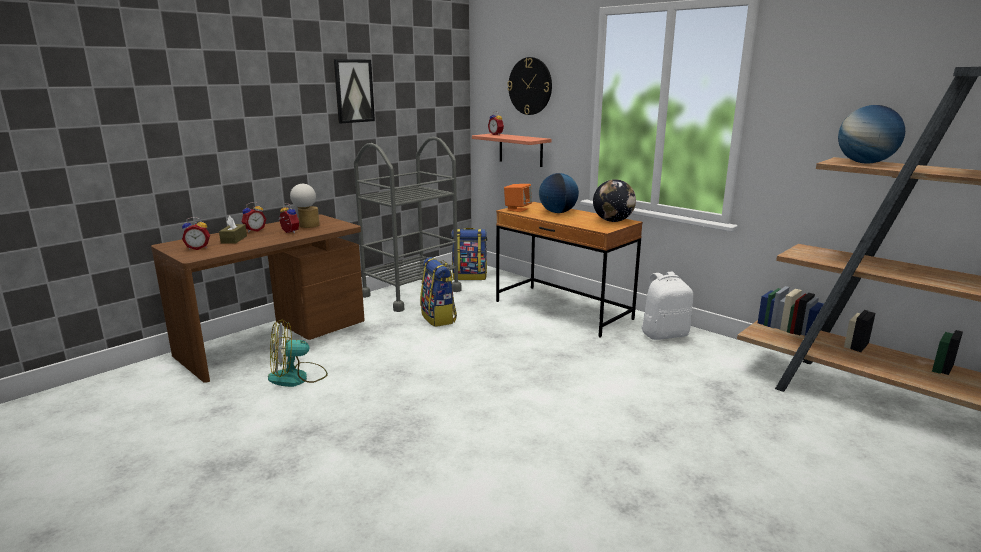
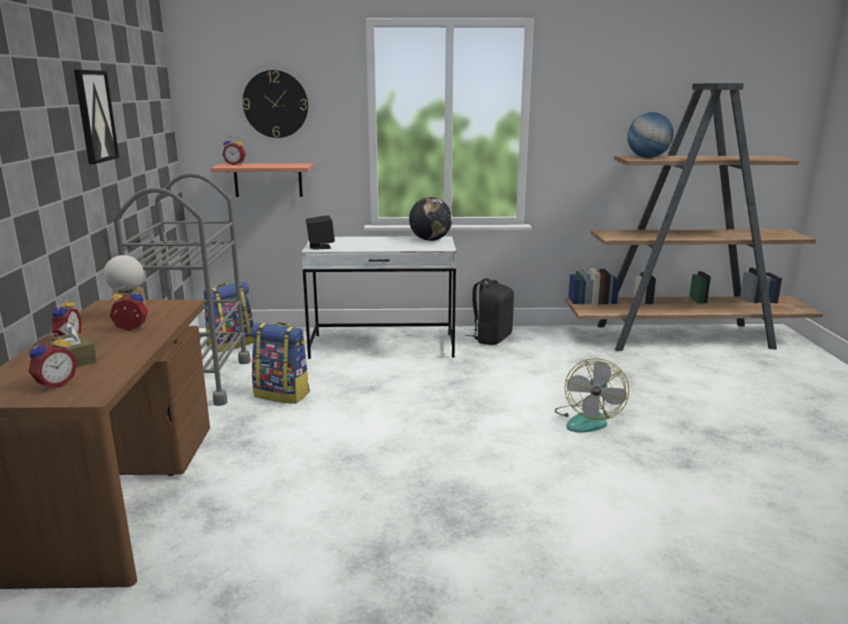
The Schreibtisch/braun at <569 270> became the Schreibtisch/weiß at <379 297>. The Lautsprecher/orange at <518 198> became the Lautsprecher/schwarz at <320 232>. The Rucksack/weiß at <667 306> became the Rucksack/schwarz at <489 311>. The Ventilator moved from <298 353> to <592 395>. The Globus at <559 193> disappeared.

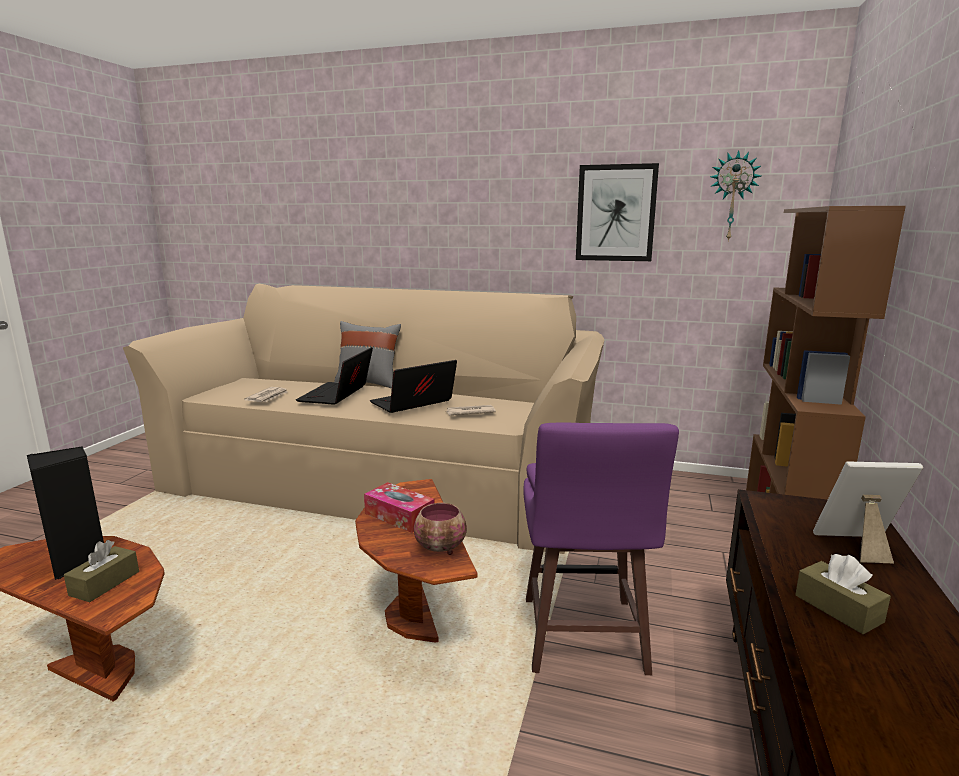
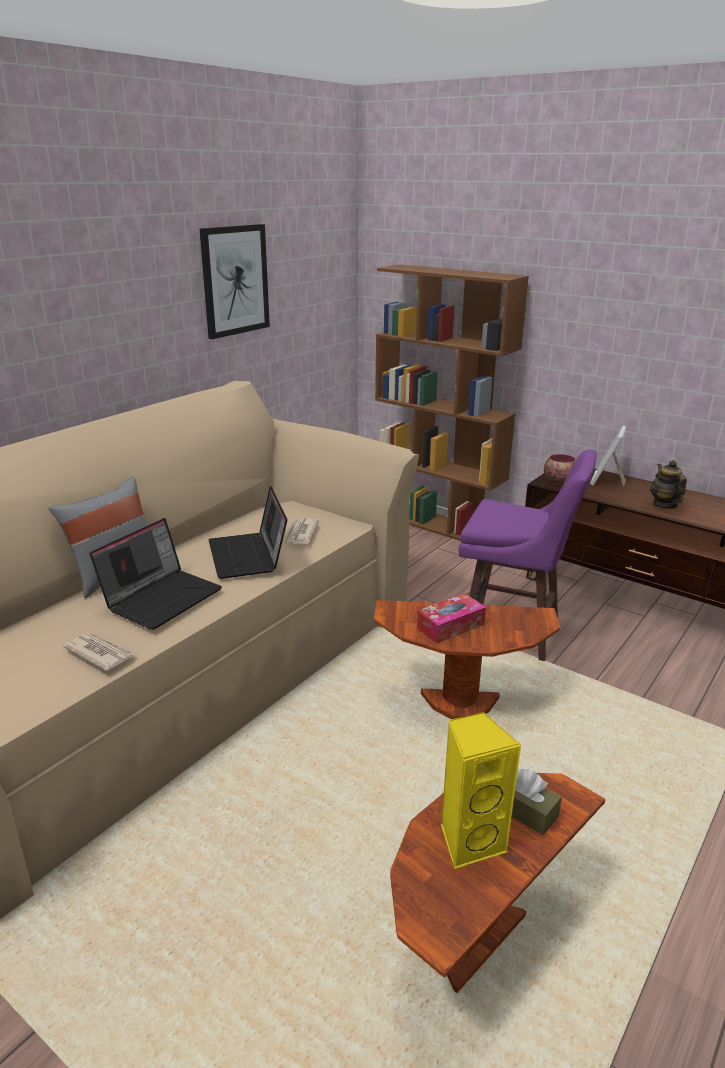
The Laptop at <334 376> turned 90 degrees counterclockwise. The Lautsprecher/schwarz at <65 513> became the Lautsprecher/gelb at <481 790>. The Schüssel moved from <440 529> to <560 470>. The Taschentuchbox/braun at <843 594> was replaced by the Teekanne at <668 484>. The Wanduhr at <735 195> disappeared.

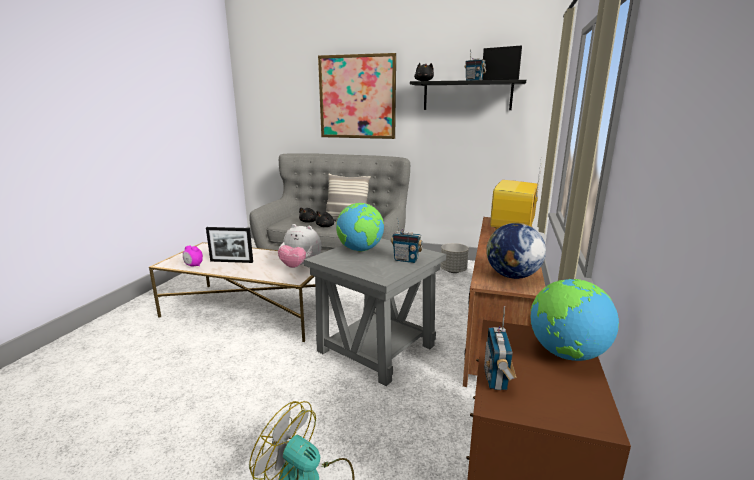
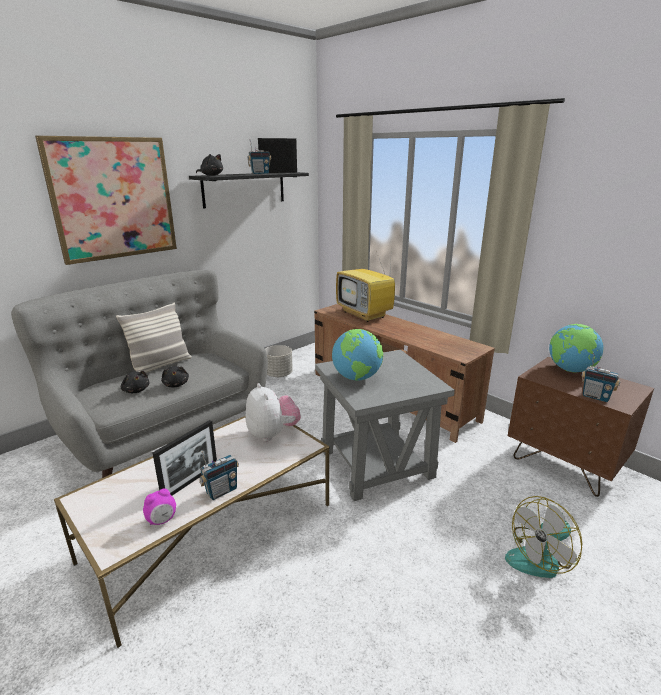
The Radio moved from <407 240> to <219 475>. The Plüschtier at <300 246> turned 75 degrees counterclockwise. The Globus at <516 251> disappeared.

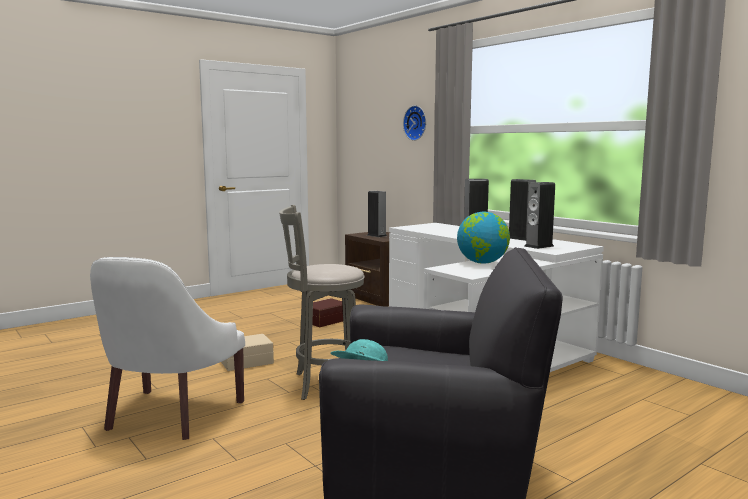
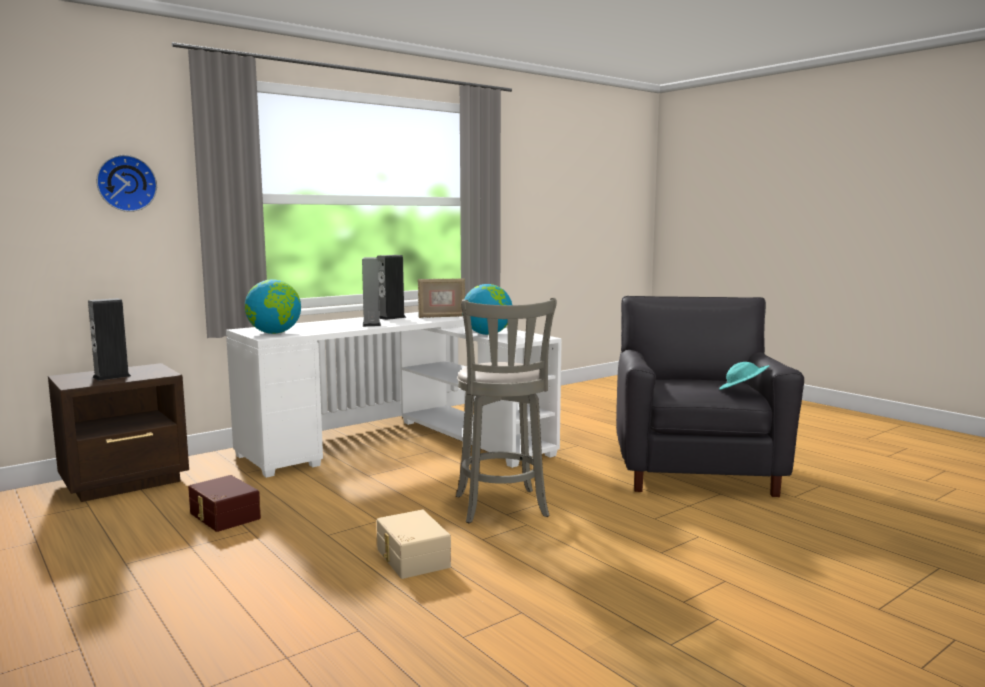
The Globus at <273 306> appeared. The Lautsprecher at <539 215> was replaced by the Bilderrahmen at <441 298>. The Sessel/weiß at <167 348> disappeared.

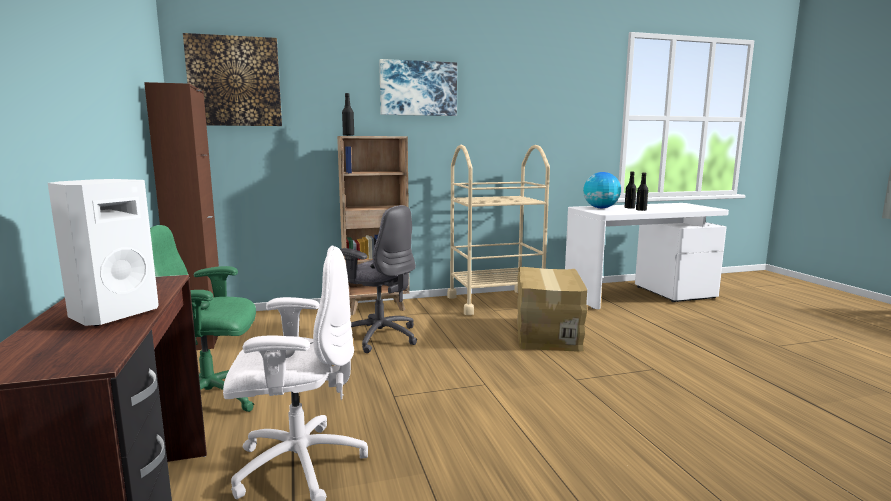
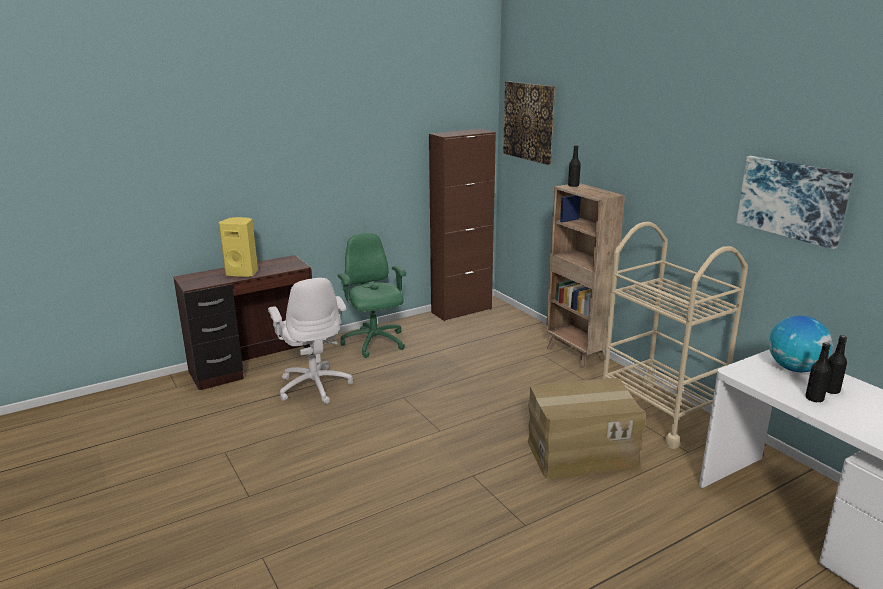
The Lautsprecher/weiß at <103 252> became the Lautsprecher/gelb at <238 247>. The Bild moved from <418 87> to <794 202>. The Bürostuhl/grau at <378 279> disappeared.

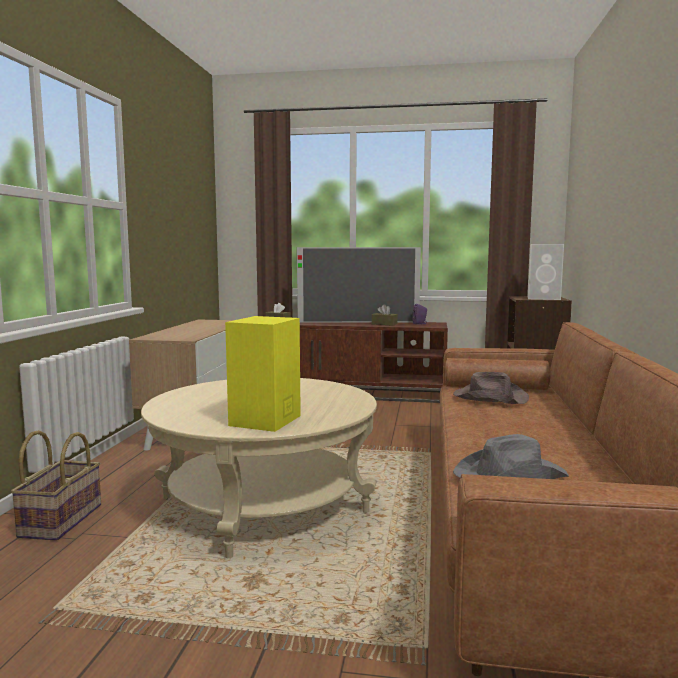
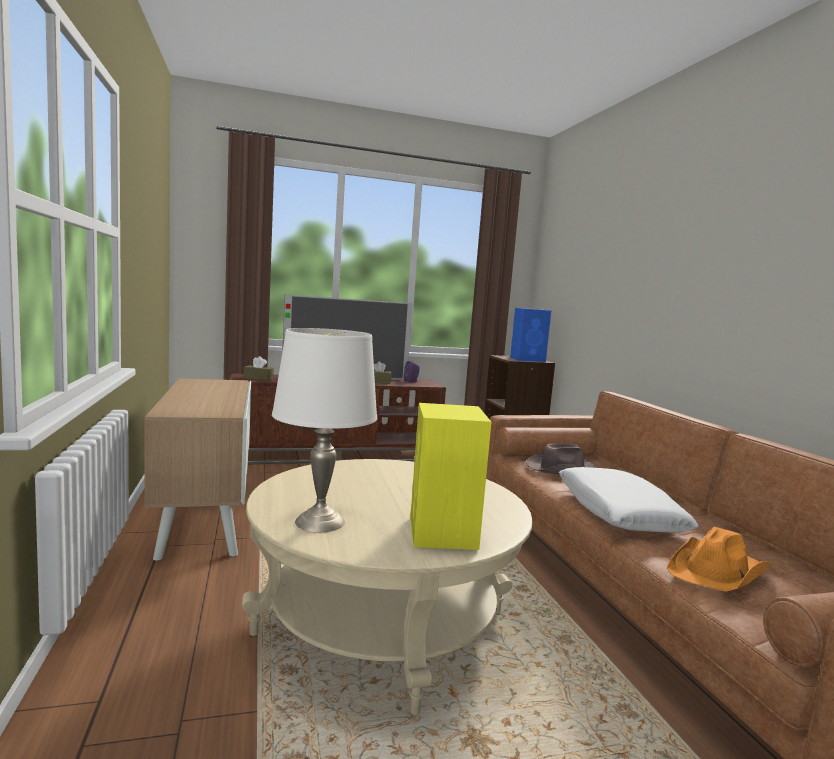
The Tischlampe/weiß at <324 430> appeared. The Lautsprecher/weiß at <546 272> became the Lautsprecher/blau at <530 335>. The Kissen/weiß at <629 500> appeared. The Hut/grau at <511 456> became the Hut/orange at <719 559>. The Korb at <55 485> disappeared.

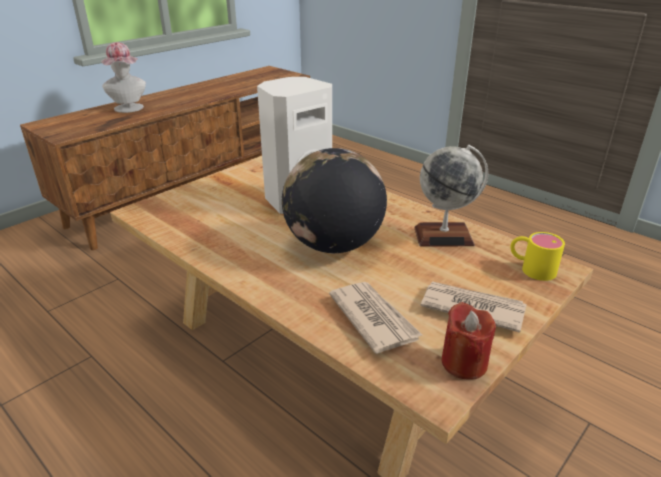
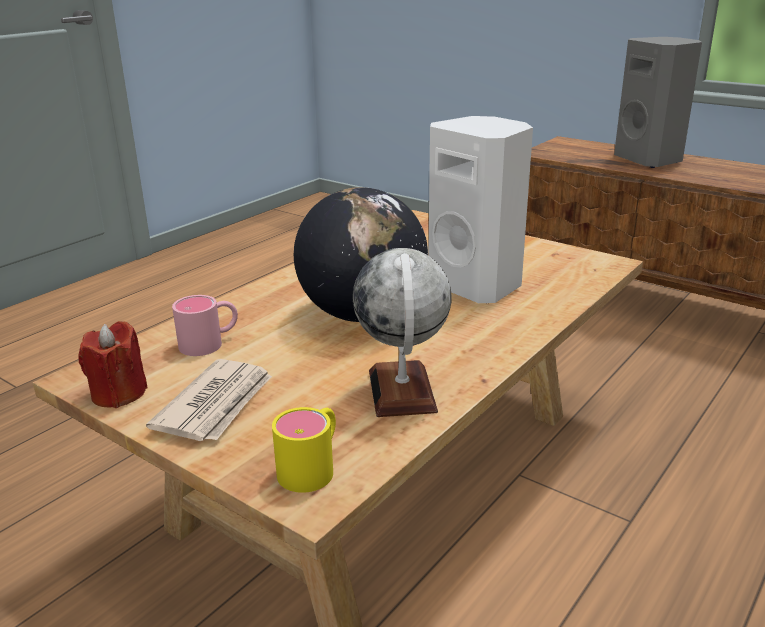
The Zeitung at <375 318> was replaced by the Henkelbecher/rosa at <205 325>. The Hut at <123 77> was replaced by the Lautsprecher/grau at <658 102>.

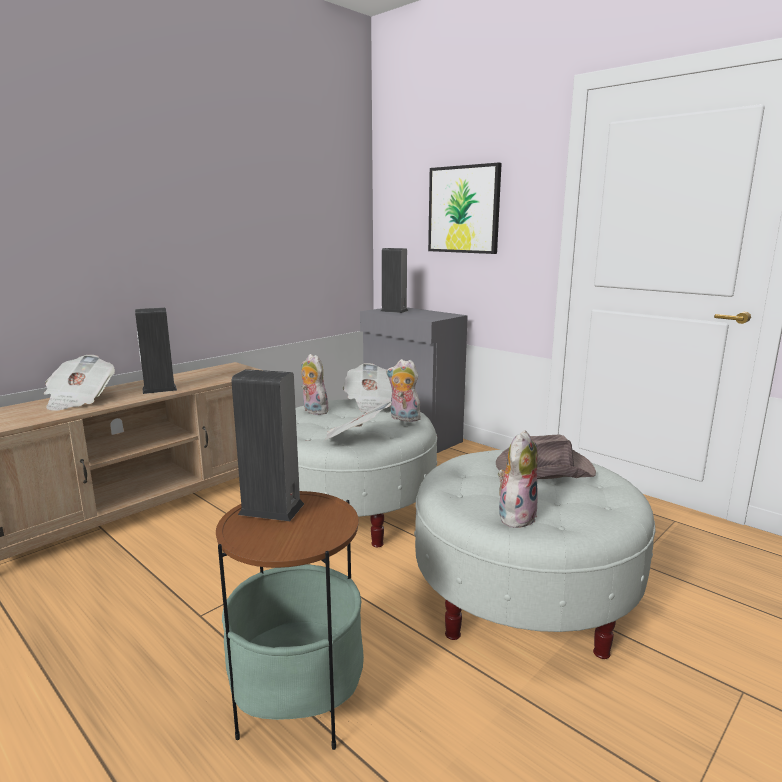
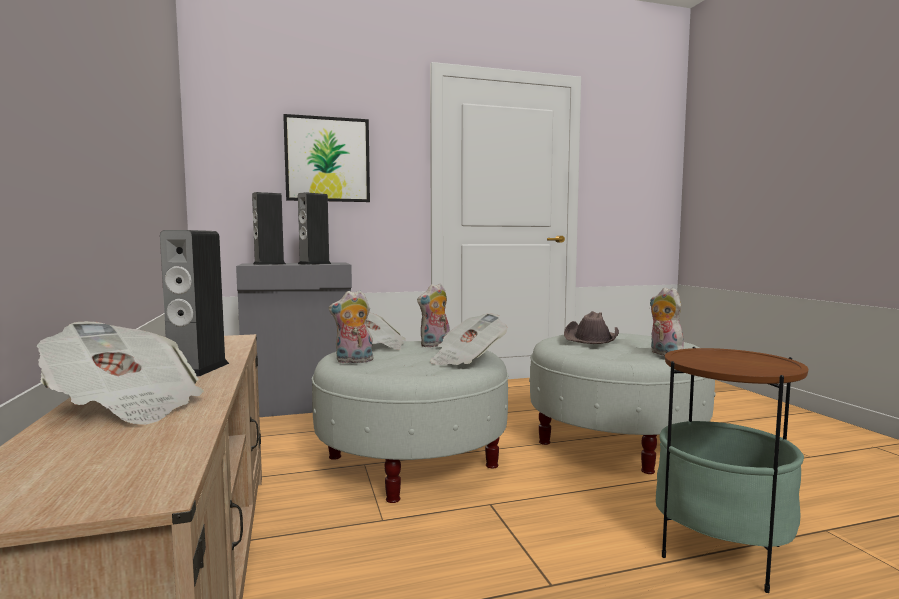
The Lautsprecher moved from <268 445> to <314 228>.

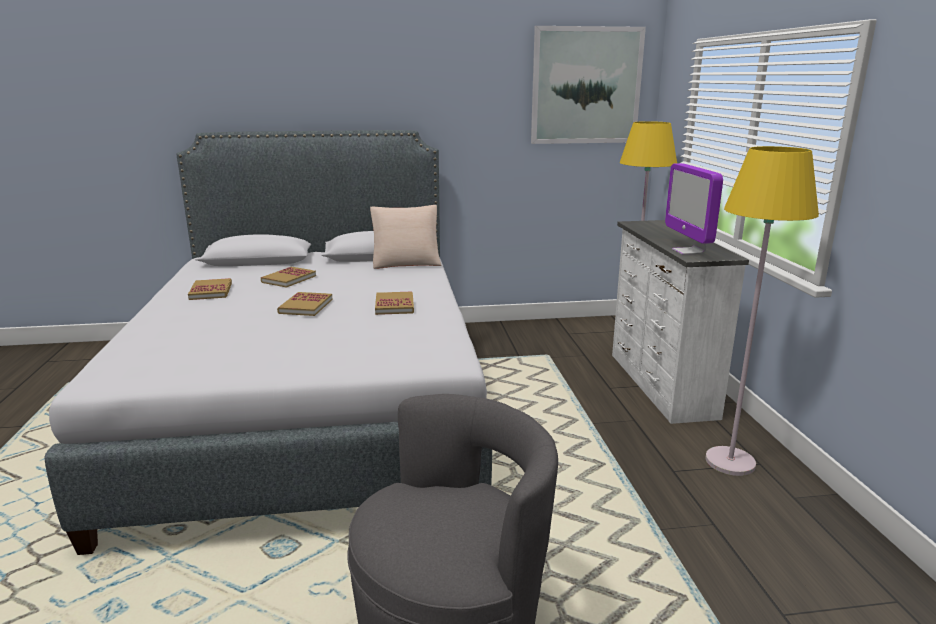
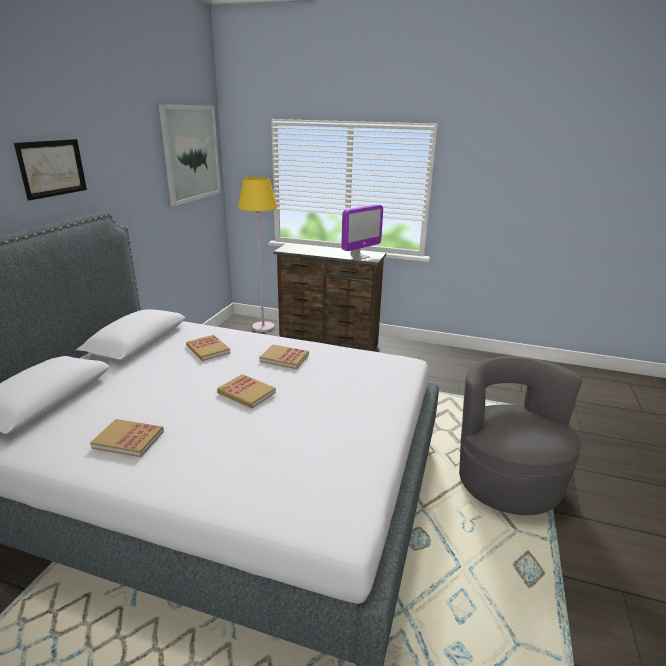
The Bild at <50 170> appeared. The Buch moved from <288 277> to <208 348>. The Kommode/weiß at <680 322> became the Kommode/braun at <329 297>. The Monitor at <694 209> turned 60 degrees counterclockwise. The Kissen/beige at <405 237> disappeared. The Stehlampe/gelb at <762 311> disappeared.

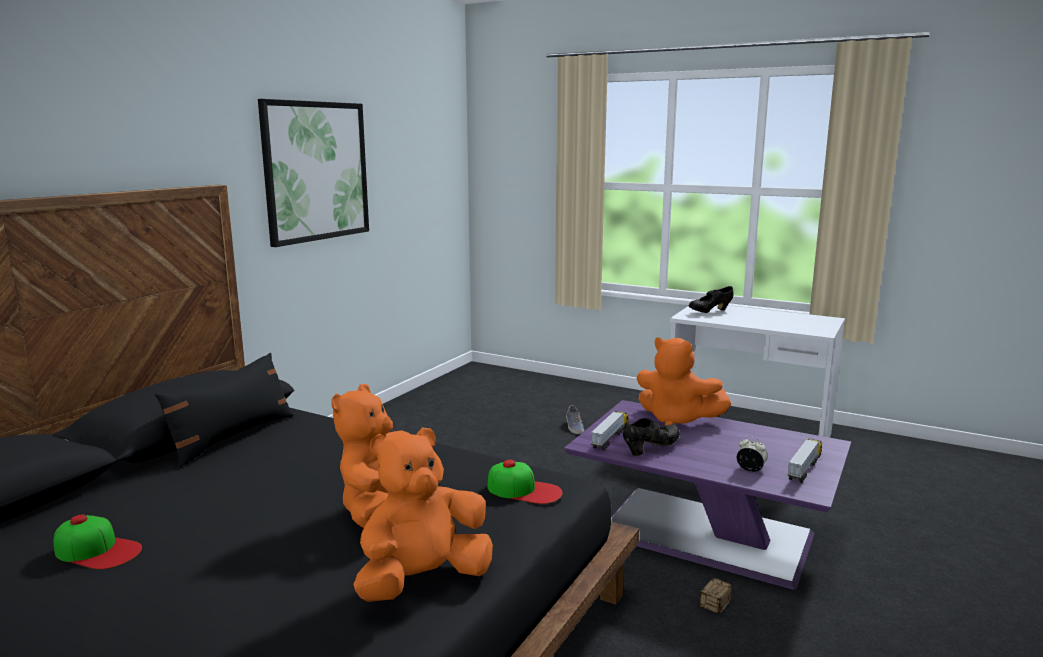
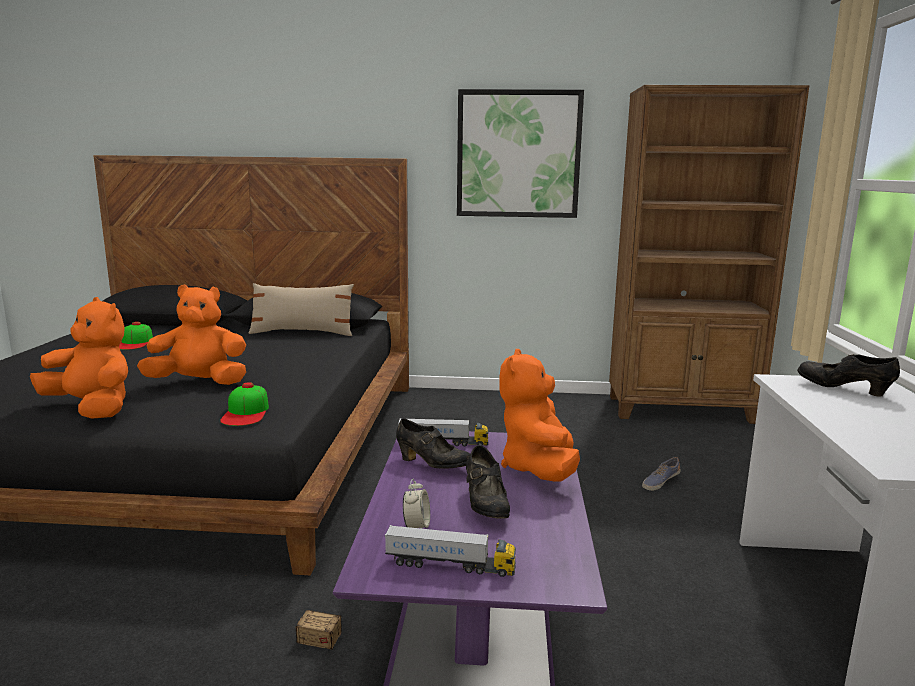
The Kissen/schwarz at <224 410> became the Kissen/beige at <301 309>. The Schuh/schwarz at <488 482> appeared. The Bücherregal/braun at <709 254> appeared.

